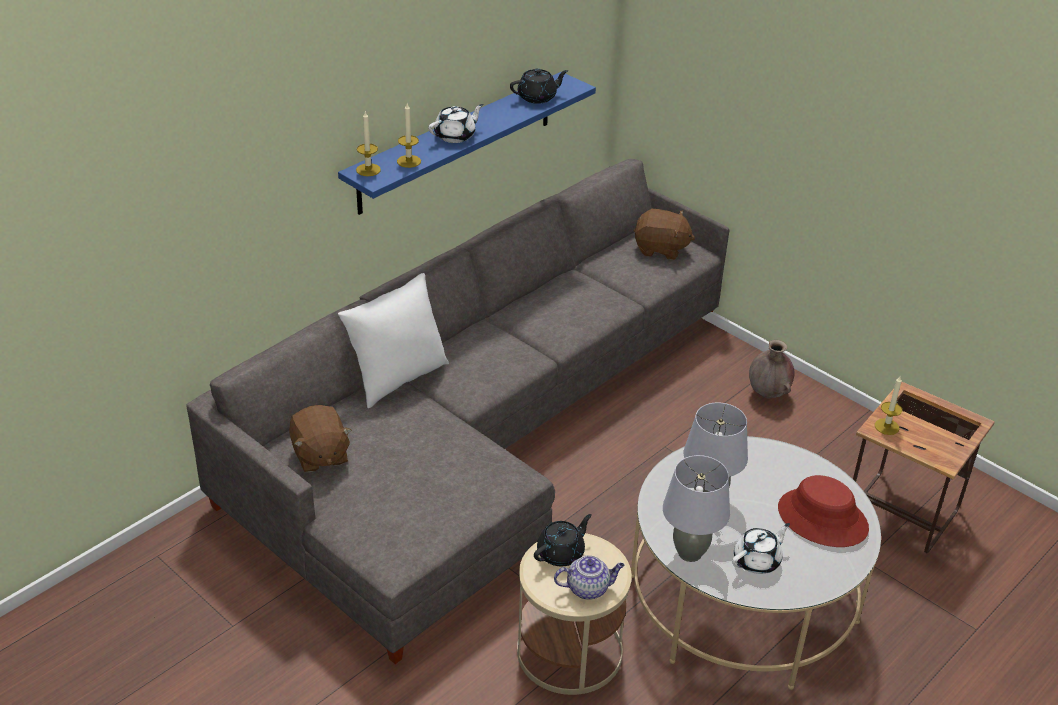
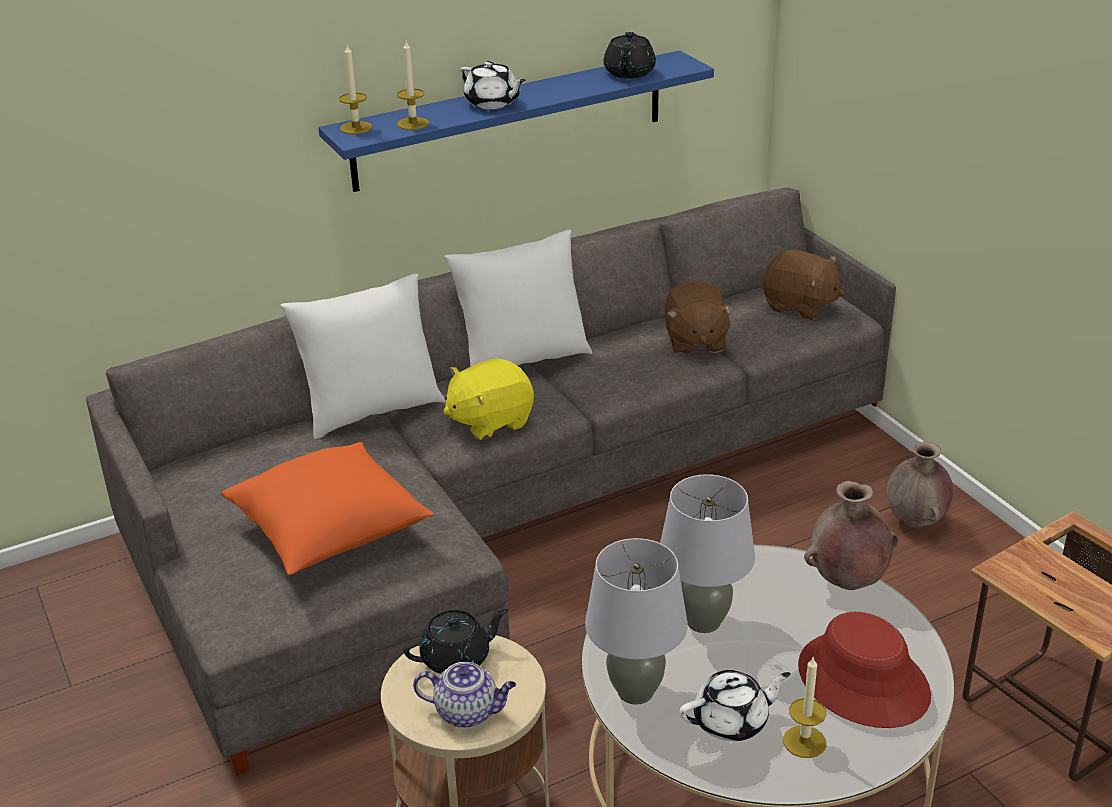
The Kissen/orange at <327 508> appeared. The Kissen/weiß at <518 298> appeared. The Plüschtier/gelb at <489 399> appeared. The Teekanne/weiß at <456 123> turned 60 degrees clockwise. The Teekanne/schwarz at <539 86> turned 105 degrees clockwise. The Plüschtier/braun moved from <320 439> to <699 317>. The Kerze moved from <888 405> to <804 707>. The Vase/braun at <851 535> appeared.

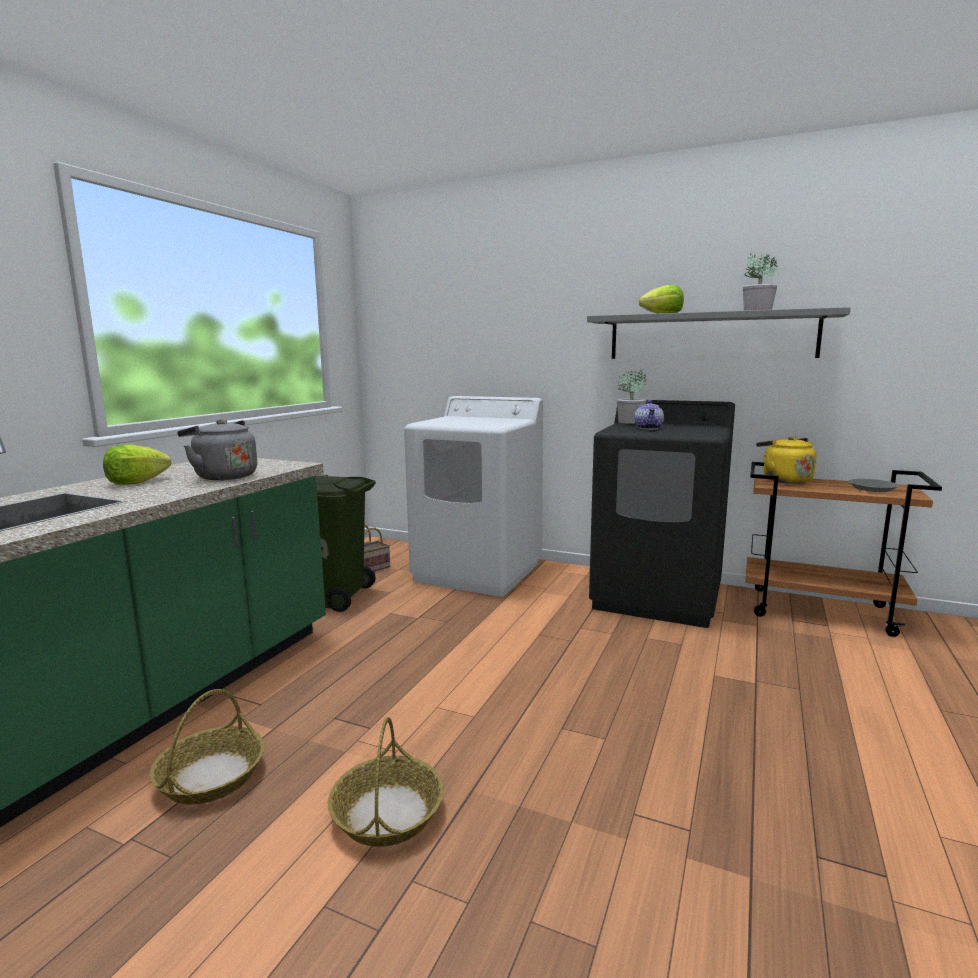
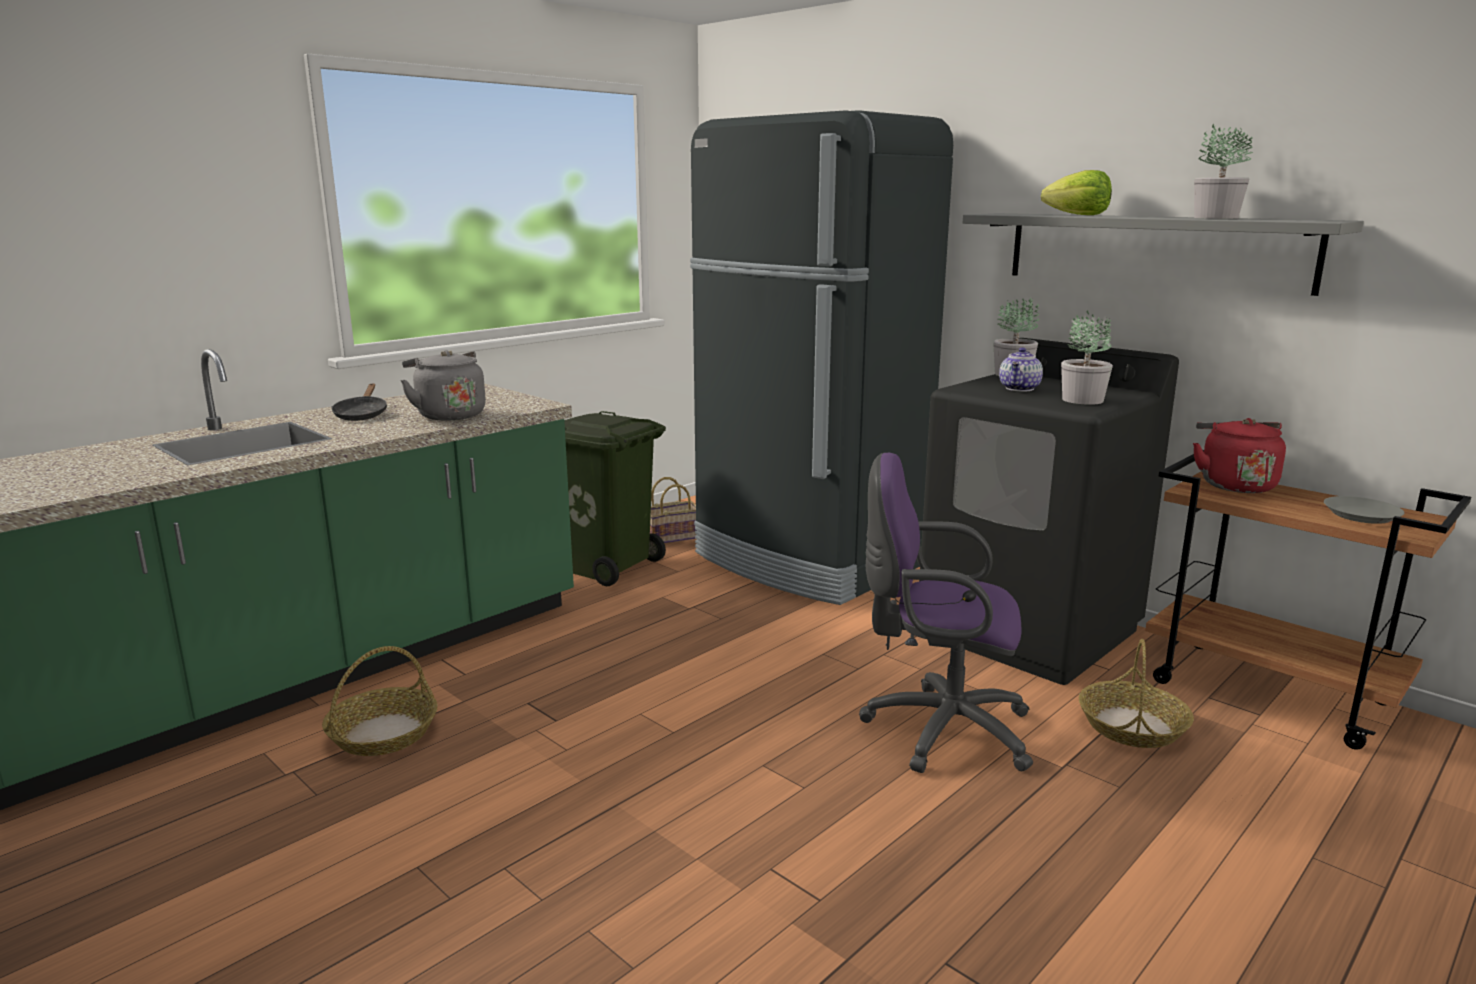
The Salatkopf at <137 464> was replaced by the Pfanne/schwarz at <359 402>. The Waschmaschine/weiß at <473 496> was replaced by the Kühlschrank/schwarz at <821 357>. The Bürostuhl/lila at <946 613> appeared. The Topfpflanze at <1087 357> appeared. The Korb moved from <386 782> to <1136 693>. The Wasserkessel/gelb at <786 460> became the Wasserkessel/rot at <1239 455>.

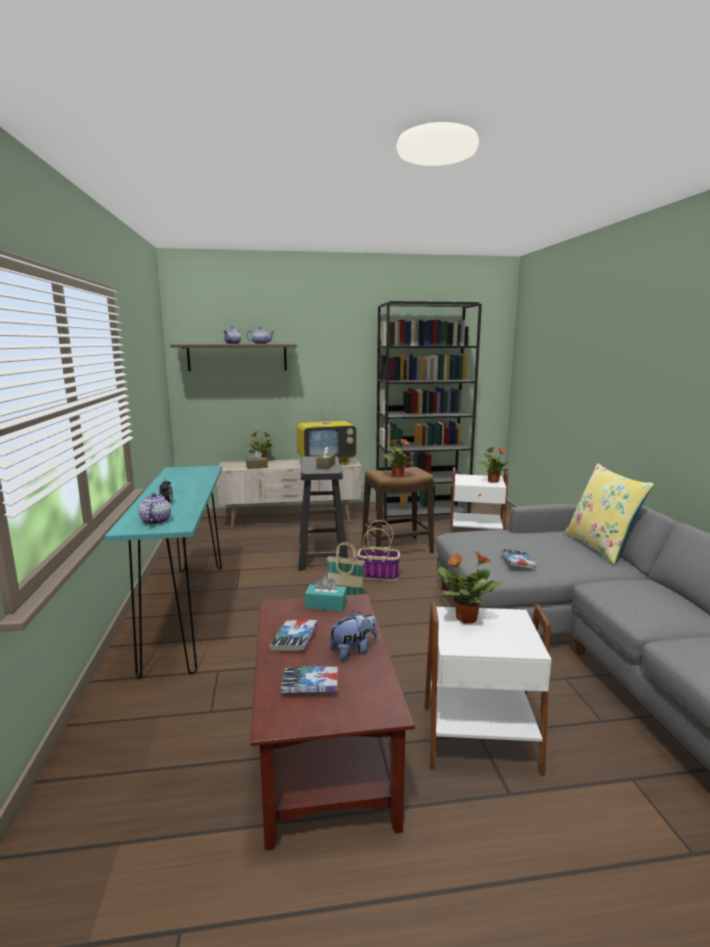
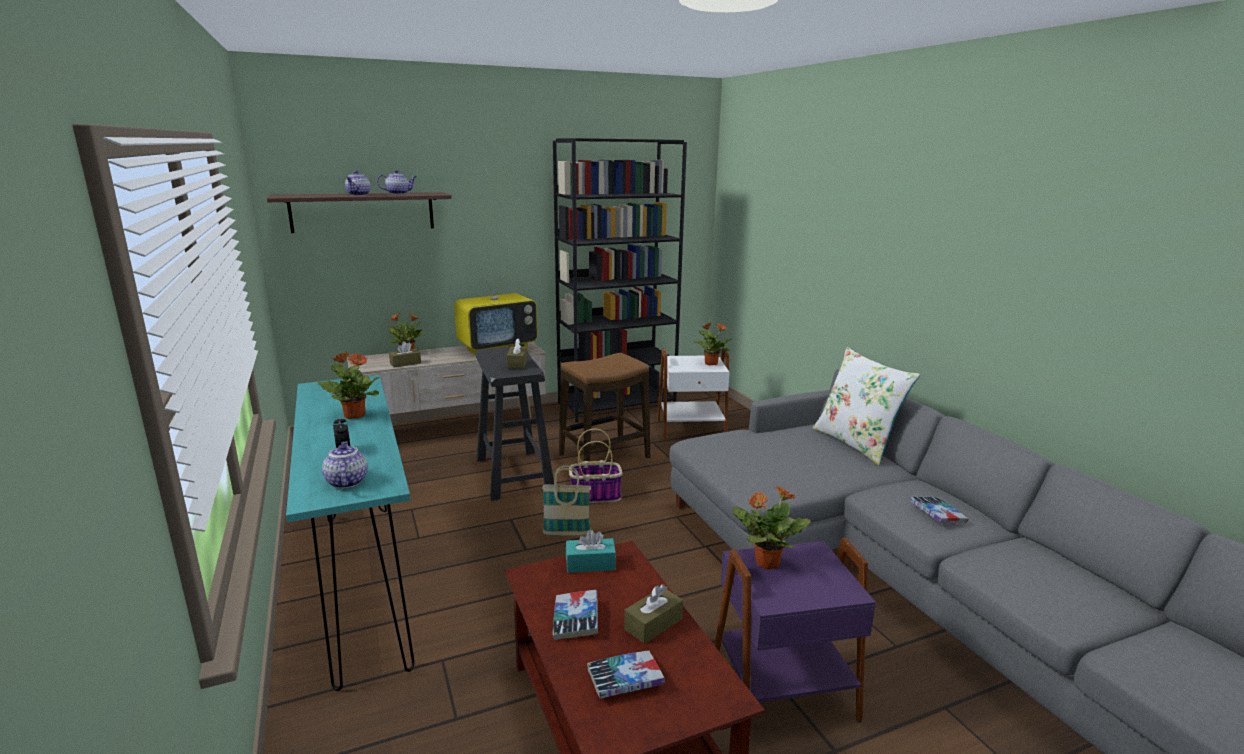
The Topfpflanze moved from <398 458> to <348 385>. The Plüschtier at <353 636> was replaced by the Taschentuchbox/braun at <653 614>. The Beistelltisch/weiß at <487 688> became the Beistelltisch/lila at <795 630>. The Kissen/gelb at <609 514> became the Kissen/weiß at <866 406>. The Buch moved from <519 559> to <939 510>.

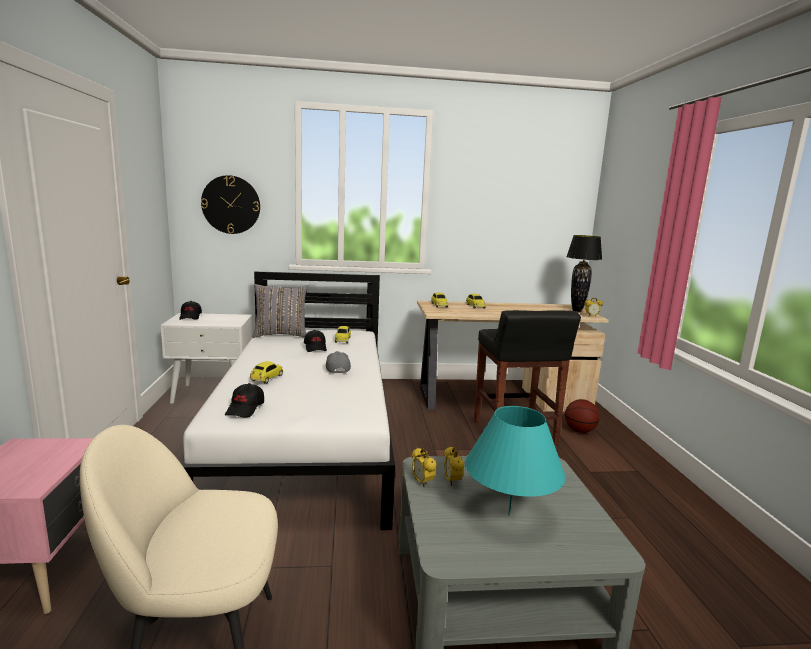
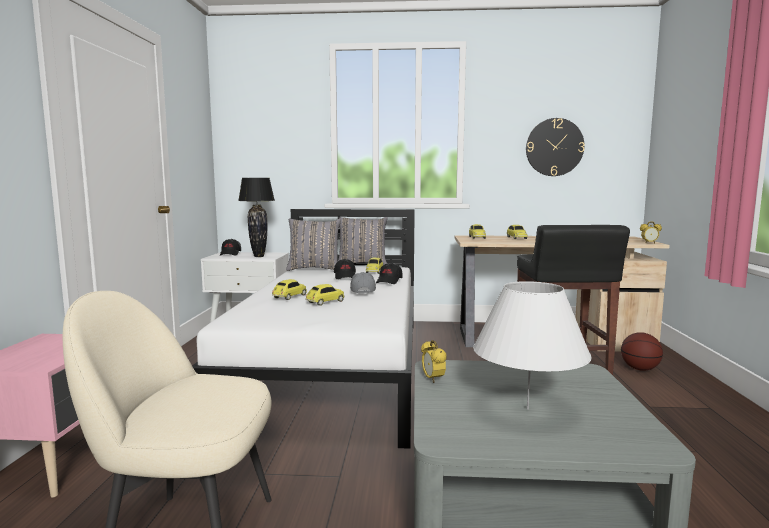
The Tischlampe/schwarz moved from <584 273> to <256 217>. The Spielzeugauto at <324 295> appeared. The Kissen/grau at <362 241> appeared. The Kappe/schwarz moved from <244 400> to <389 273>. The Tischlampe/türkis at <515 461> became the Tischlampe/weiß at <532 345>. The Wanduhr moved from <230 204> to <555 147>. The Wecker at <454 466> disappeared.

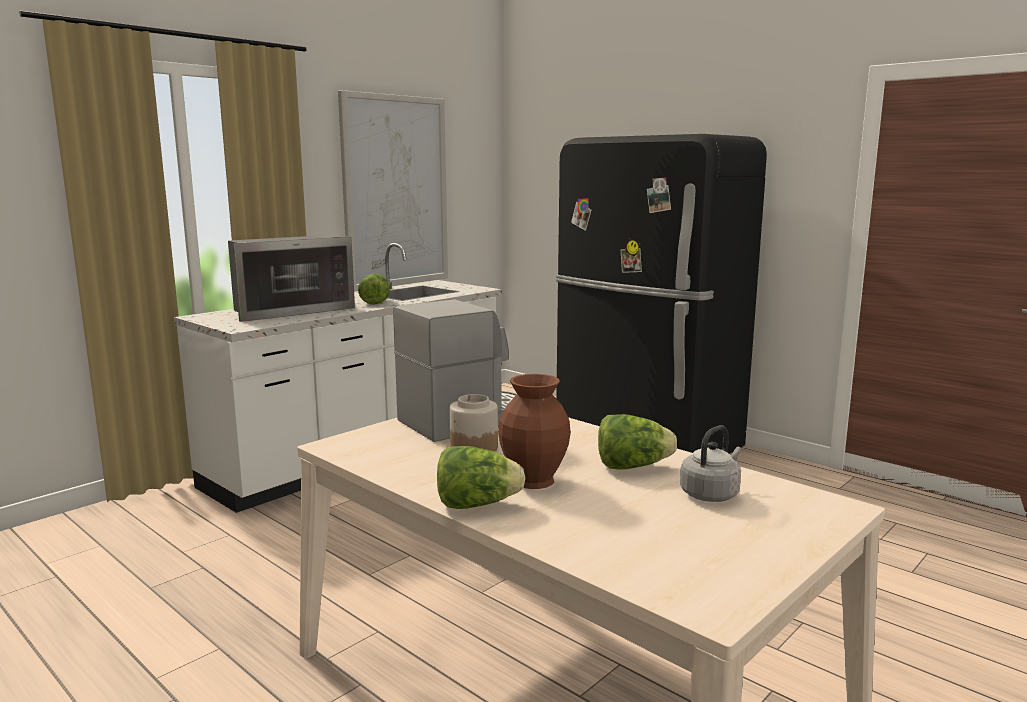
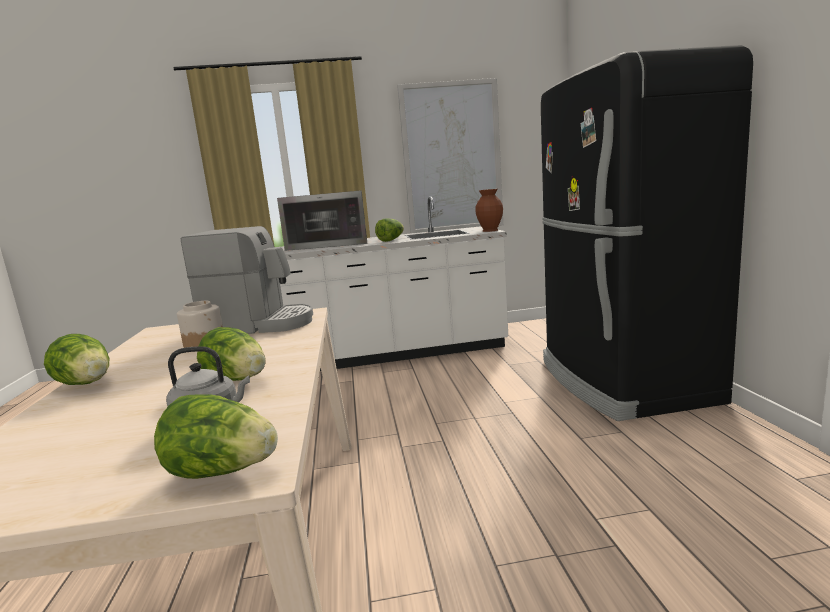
The Salatkopf at <216 436> appeared. The Vase/braun moved from <534 431> to <489 210>.

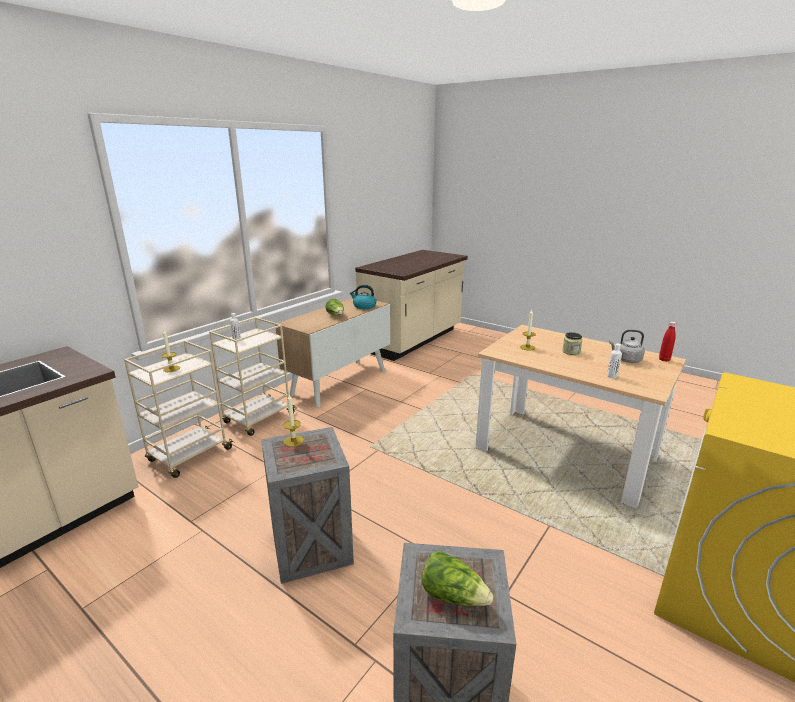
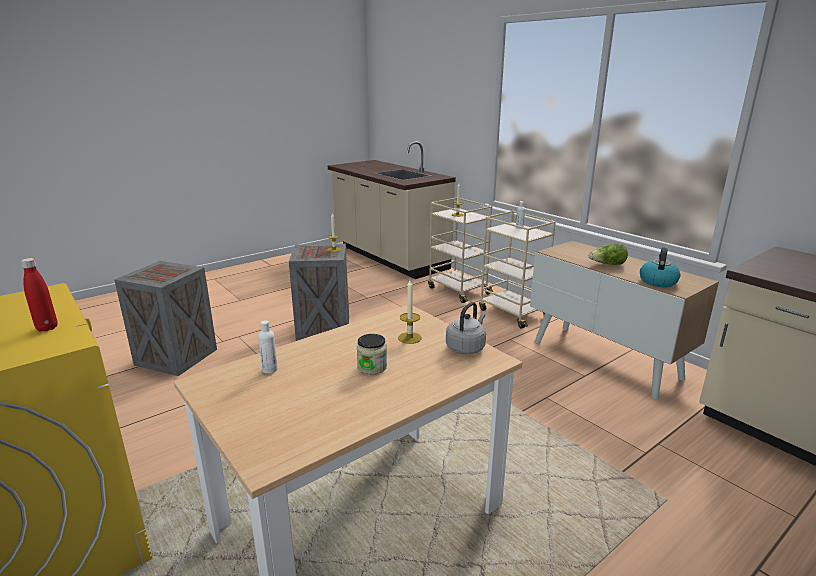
The Flasche/rot moved from <668 342> to <38 295>. The Wasserkessel/grau moved from <627 346> to <466 328>. The Salatkopf at <457 578> disappeared.

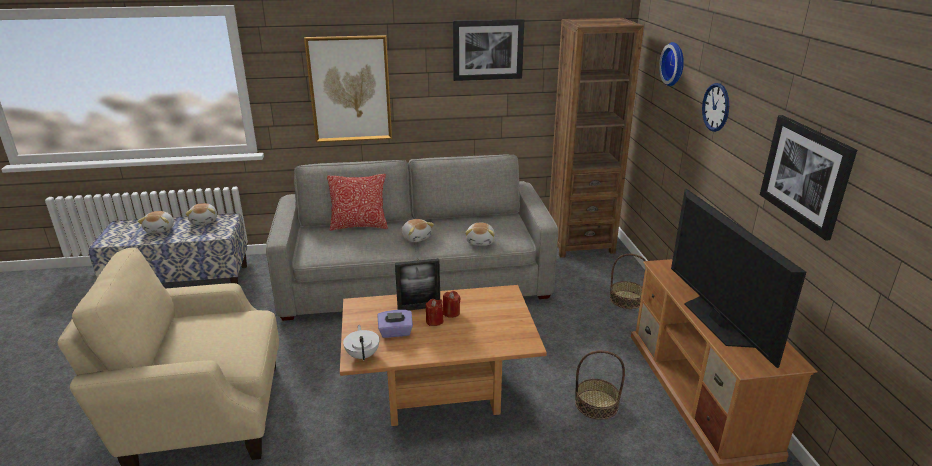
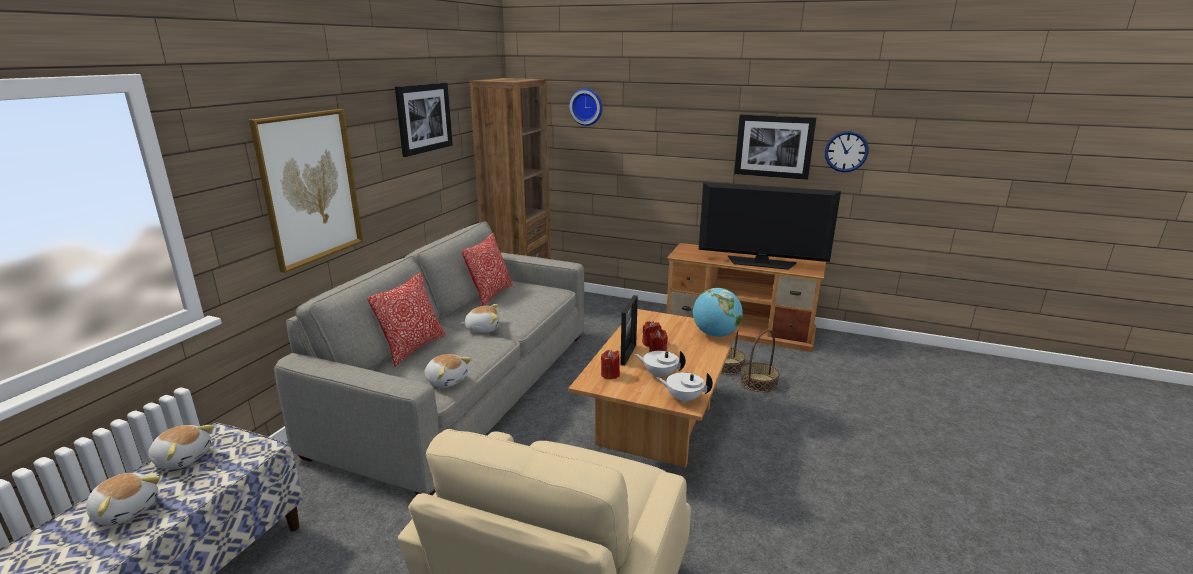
The Plüschtier moved from <480 234> to <447 371>. The Kissen at <487 269> appeared. The Kerze/rot at <610 364> appeared. The Taschentuchbox/lila at <395 324> was replaced by the Teekanne/weiß at <660 364>. The Globus at <718 312> appeared. The Korb moved from <628 281> to <760 361>. The Wanduhr moved from <715 107> to <846 151>.

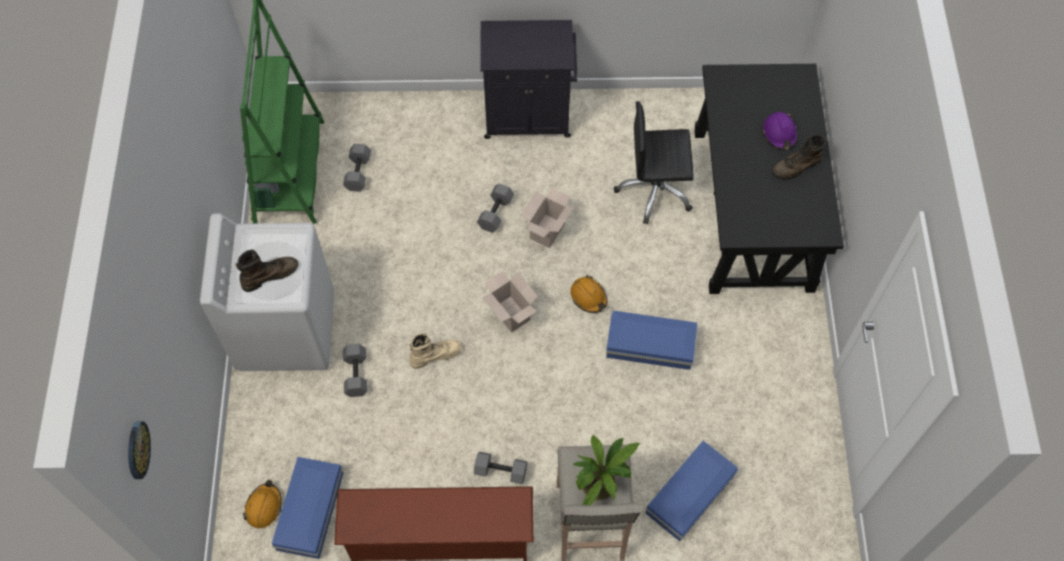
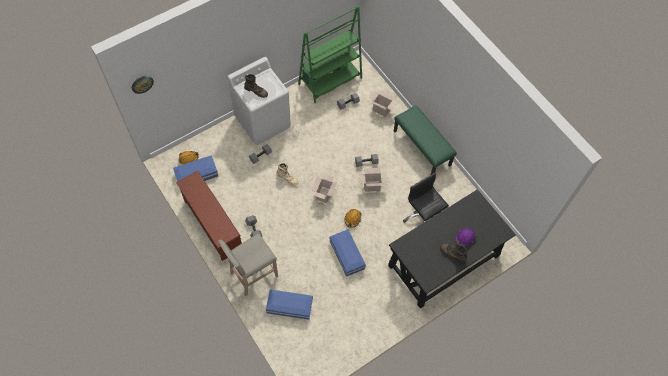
The Karton at <383 103> appeared. The Schrank/schwarz at <529 79> was replaced by the Bank/grün at <425 139>. The Topfpflanze at <606 470> disappeared.

